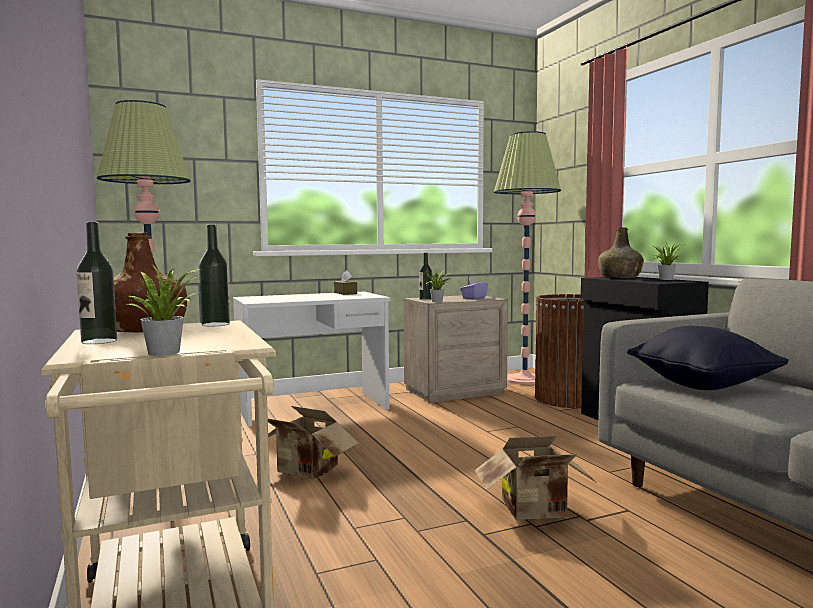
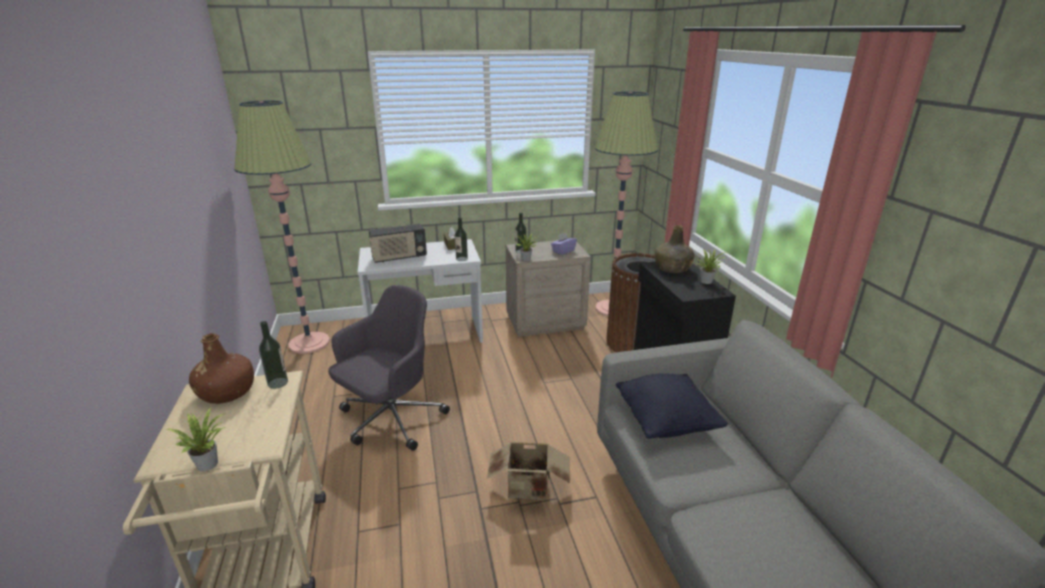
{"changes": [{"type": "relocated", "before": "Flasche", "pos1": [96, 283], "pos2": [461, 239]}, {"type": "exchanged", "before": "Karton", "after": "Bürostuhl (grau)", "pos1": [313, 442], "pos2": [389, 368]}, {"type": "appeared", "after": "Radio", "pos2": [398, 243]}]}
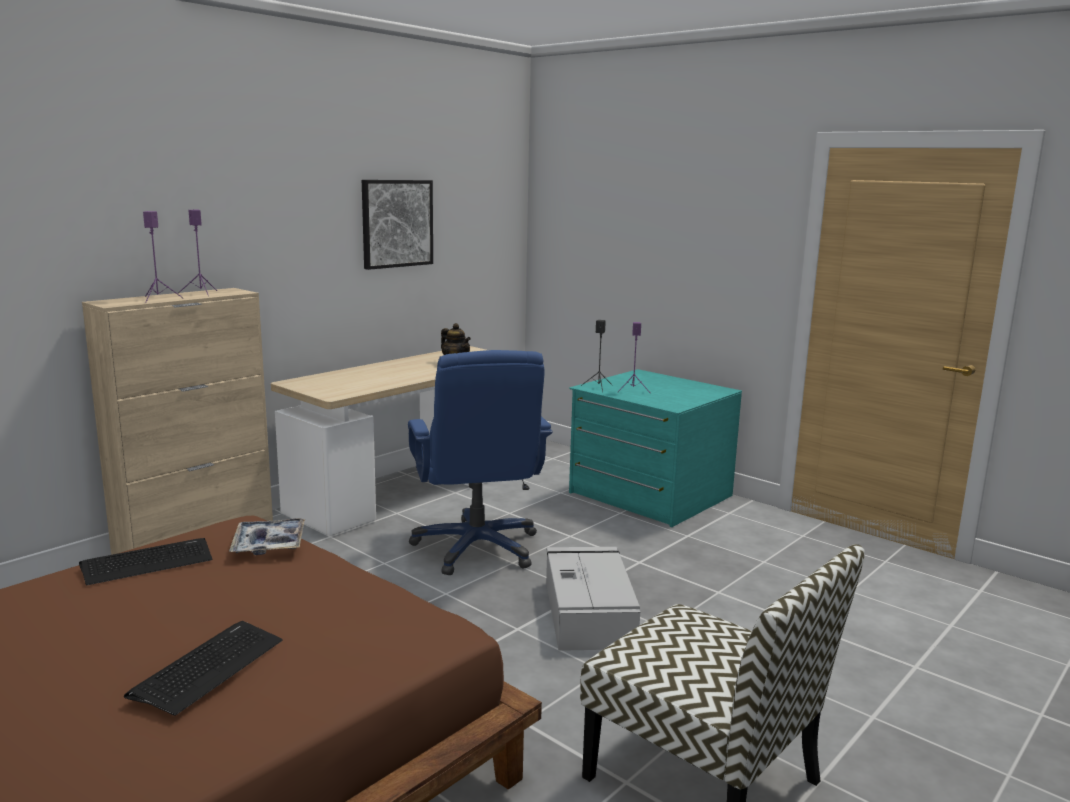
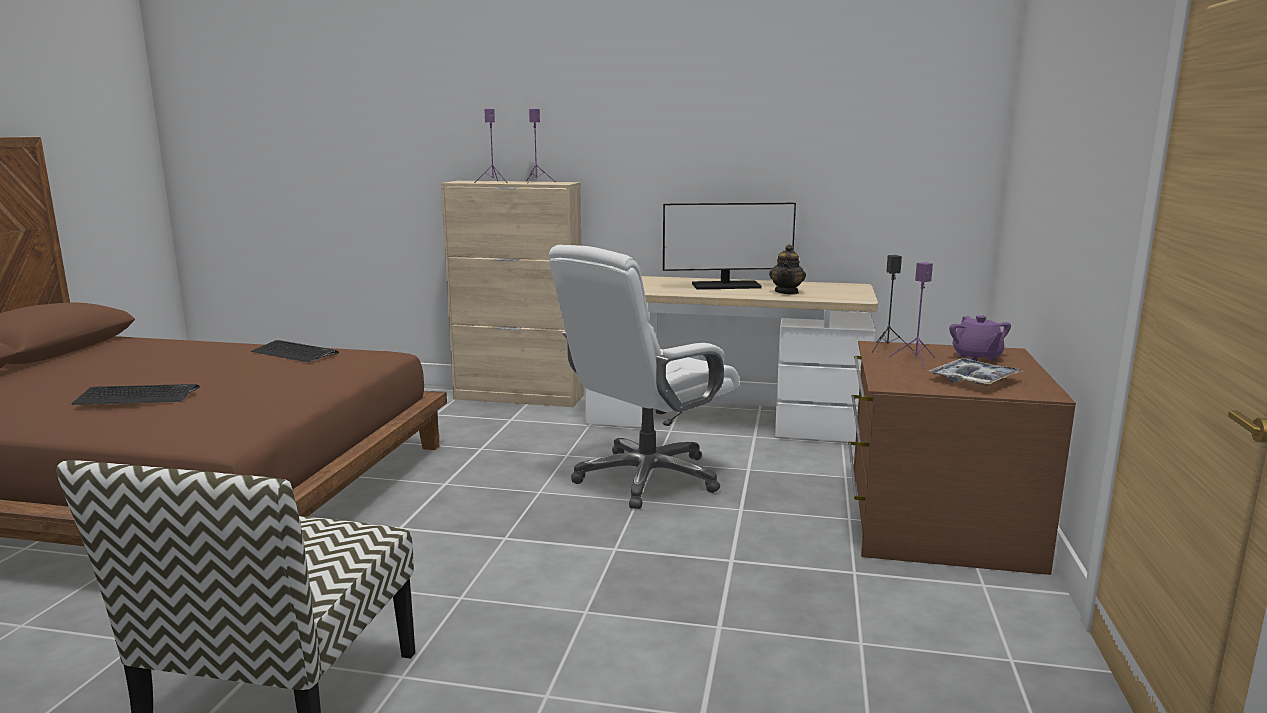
{"changes": [{"type": "relocated", "before": "Tablett", "pos1": [267, 536], "pos2": [975, 372]}, {"type": "missing", "before": "Bild", "pos1": [397, 225]}, {"type": "colour", "before": "Bürostuhl (blau)", "after": "Bürostuhl (weiß)", "pos1": [480, 462], "pos2": [644, 377]}, {"type": "missing", "before": "Aufbewahrungsbox (grau)", "pos1": [593, 599]}, {"type": "colour", "before": "Kommode (türkis)", "after": "Kommode (braun)", "pos1": [655, 448], "pos2": [962, 458]}, {"type": "appeared", "after": "Monitor", "pos2": [729, 246]}, {"type": "appeared", "after": "Teekanne (lila)", "pos2": [980, 338]}]}
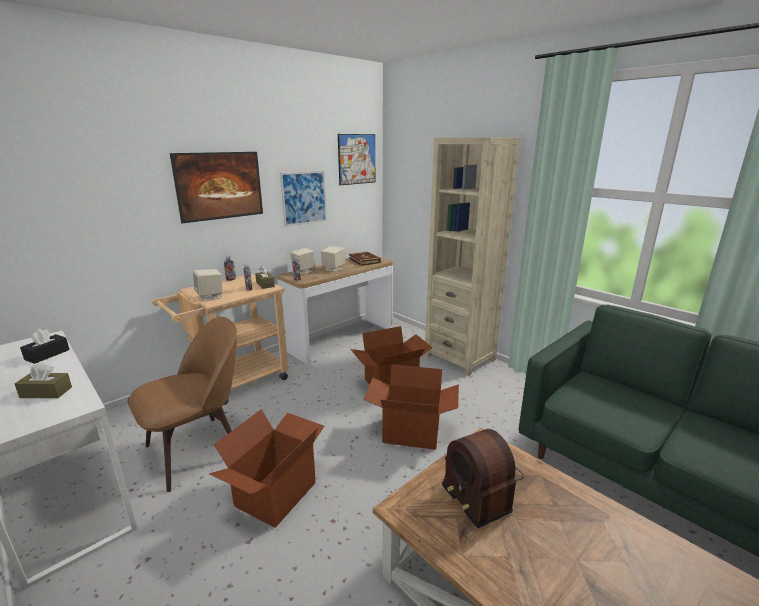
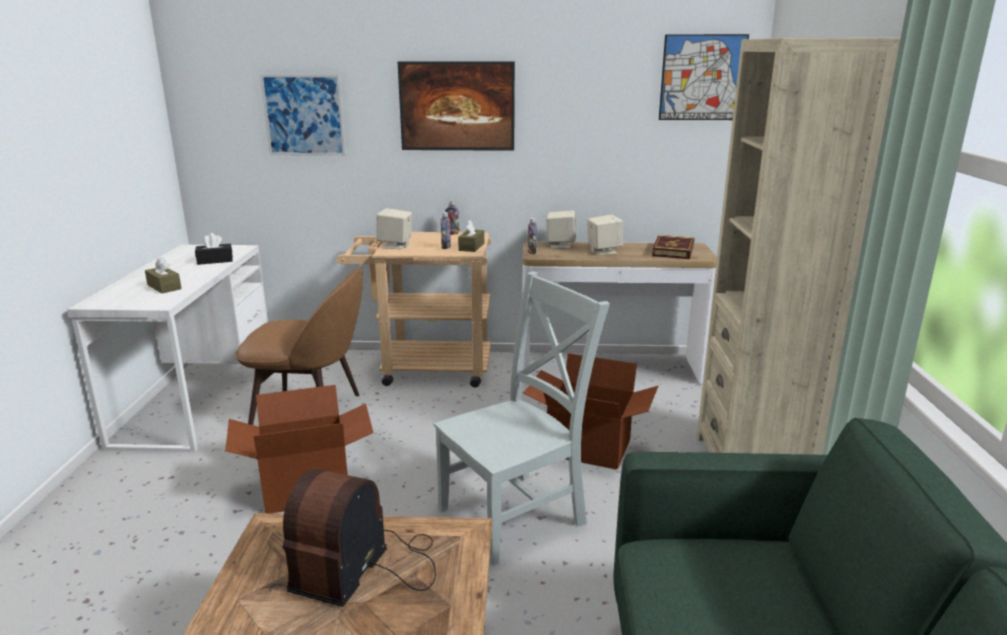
{"changes": [{"type": "relocated", "before": "Bild", "pos1": [303, 199], "pos2": [303, 115]}, {"type": "exchanged", "before": "Karton", "after": "Stuhl (grau)", "pos1": [411, 407], "pos2": [522, 418]}]}
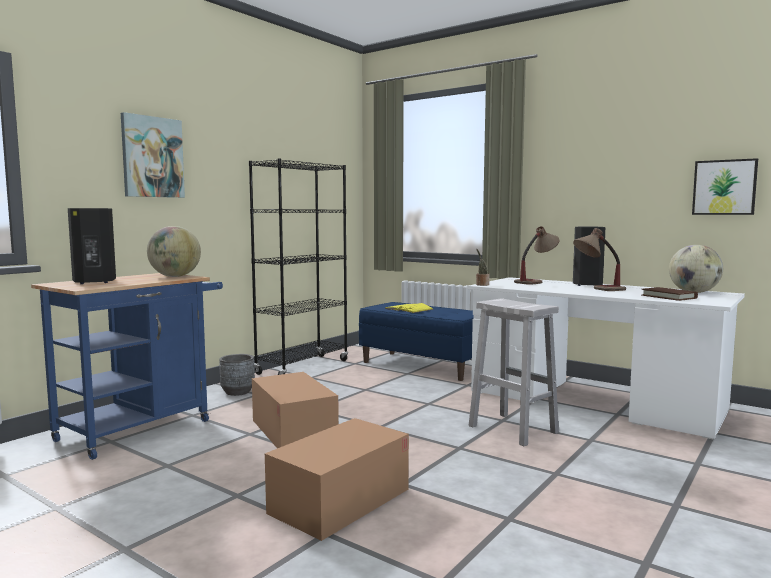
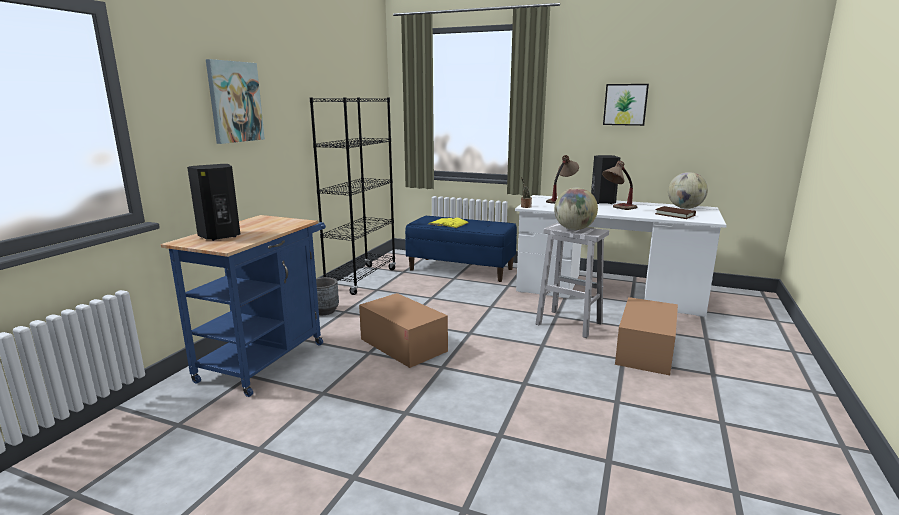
{"changes": [{"type": "relocated", "before": "Globus", "pos1": [174, 251], "pos2": [576, 209]}, {"type": "relocated", "before": "Karton", "pos1": [337, 479], "pos2": [646, 336]}, {"type": "relocated", "before": "Bild", "pos1": [725, 186], "pos2": [626, 105]}]}
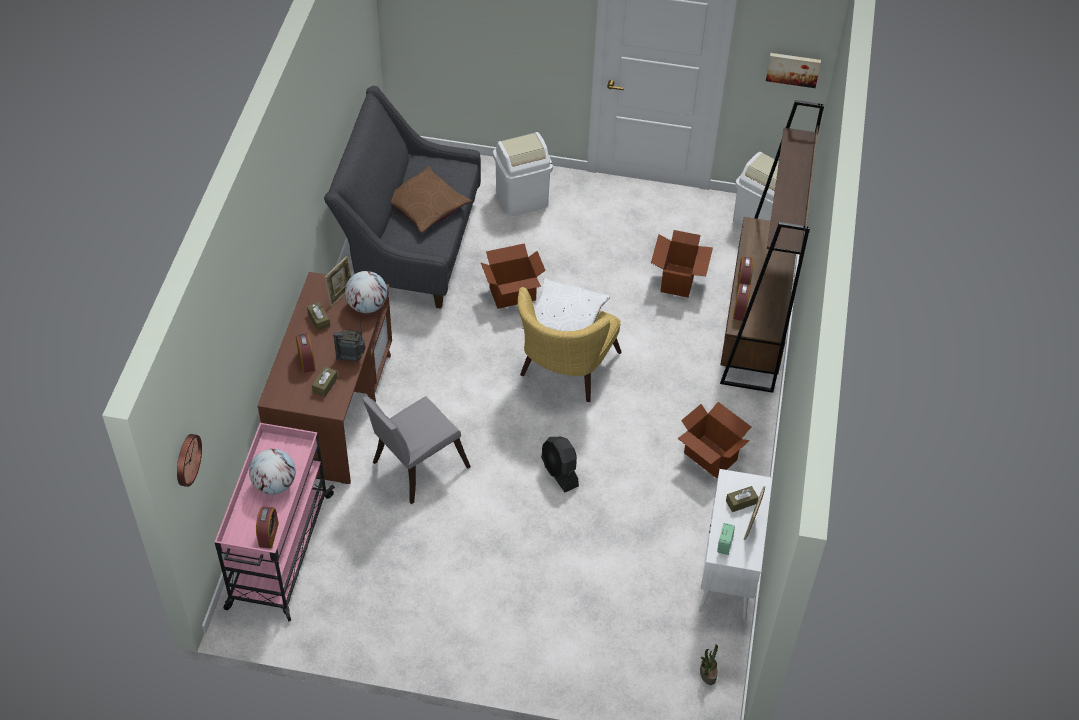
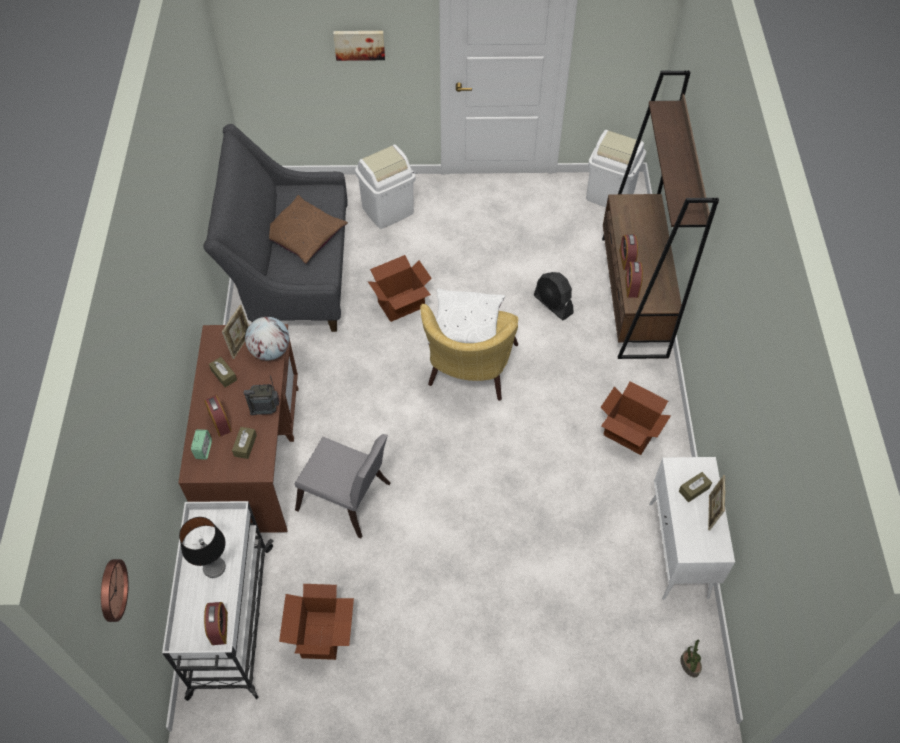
{"changes": [{"type": "colour", "before": "Rollwagen (rosa)", "after": "Rollwagen (weiß)", "pos1": [274, 522], "pos2": [217, 601]}, {"type": "exchanged", "before": "Globus", "after": "Tischlampe", "pos1": [272, 472], "pos2": [202, 547]}, {"type": "spun", "before": "Stuhl (grau)", "pos1": [416, 450], "pos2": [343, 486], "turn": -105}, {"type": "relocated", "before": "Ventilator (schwarz)", "pos1": [560, 464], "pos2": [553, 296]}, {"type": "relocated", "before": "Karton", "pos1": [682, 264], "pos2": [316, 622]}, {"type": "relocated", "before": "Wecker", "pos1": [726, 539], "pos2": [201, 444]}, {"type": "relocated", "before": "Bild", "pos1": [793, 70], "pos2": [359, 46]}]}
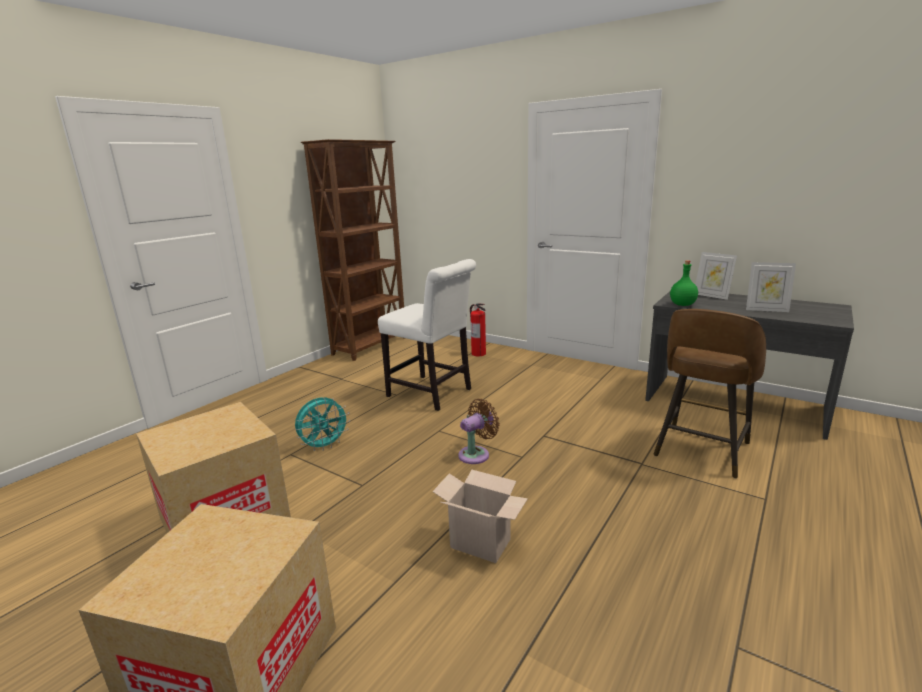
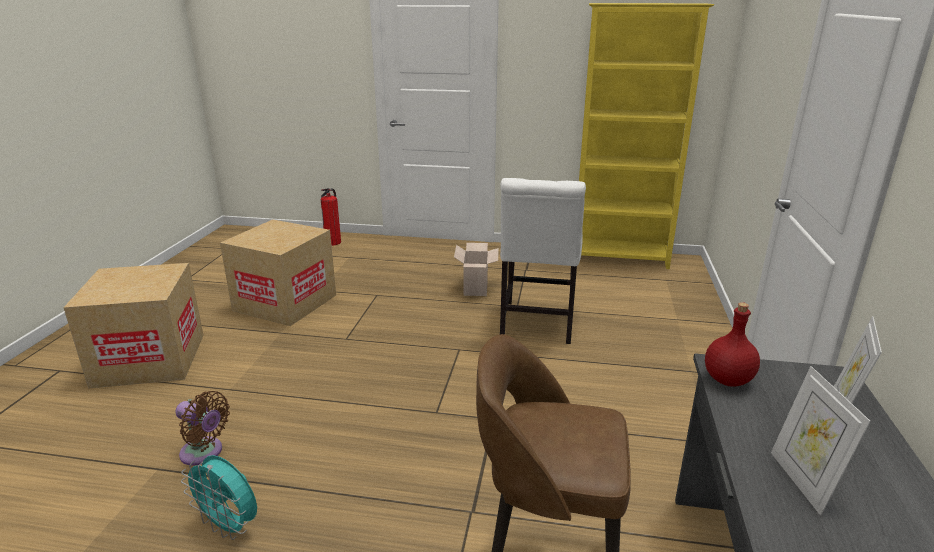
{"changes": [{"type": "relocated", "before": "Ventilator (türkis)", "pos1": [322, 424], "pos2": [219, 497]}, {"type": "colour", "before": "Bücherregal (braun)", "after": "Bücherregal (gelb)", "pos1": [353, 250], "pos2": [646, 136]}, {"type": "relocated", "before": "Karton", "pos1": [480, 516], "pos2": [476, 269]}, {"type": "relocated", "before": "Ventilator (braun)", "pos1": [479, 431], "pos2": [203, 428]}, {"type": "relocated", "before": "Feuerlöscher", "pos1": [478, 329], "pos2": [331, 217]}, {"type": "colour", "before": "Flasche (grün)", "after": "Flasche (rot)", "pos1": [684, 283], "pos2": [732, 344]}]}
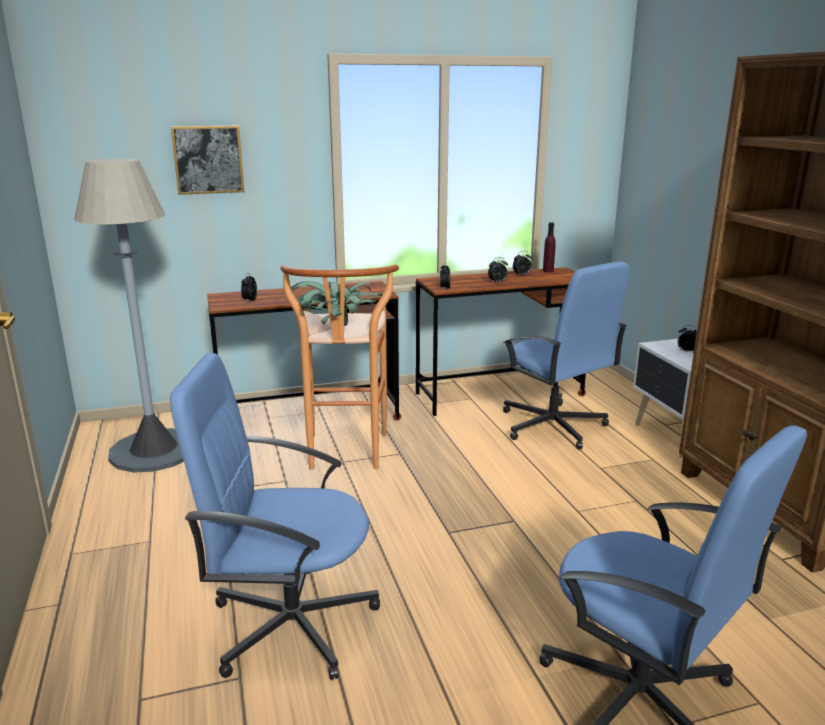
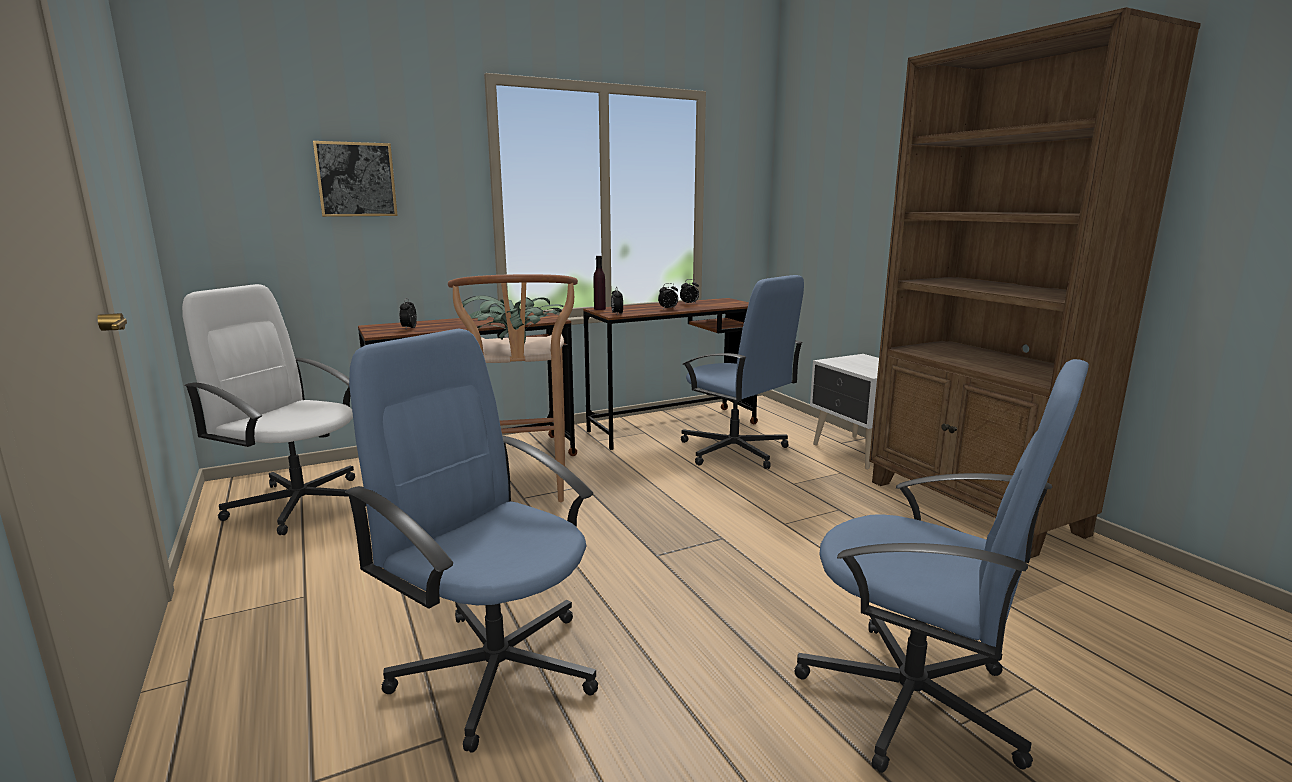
{"changes": [{"type": "exchanged", "before": "Stehlampe (grau)", "after": "Bürostuhl (weiß)", "pos1": [129, 316], "pos2": [274, 409]}, {"type": "spun", "before": "Bürostuhl (blau)", "pos1": [275, 516], "pos2": [471, 541], "turn": 45}, {"type": "relocated", "before": "Flasche (lila)", "pos1": [549, 247], "pos2": [599, 283]}, {"type": "missing", "before": "Wecker", "pos1": [687, 339]}]}
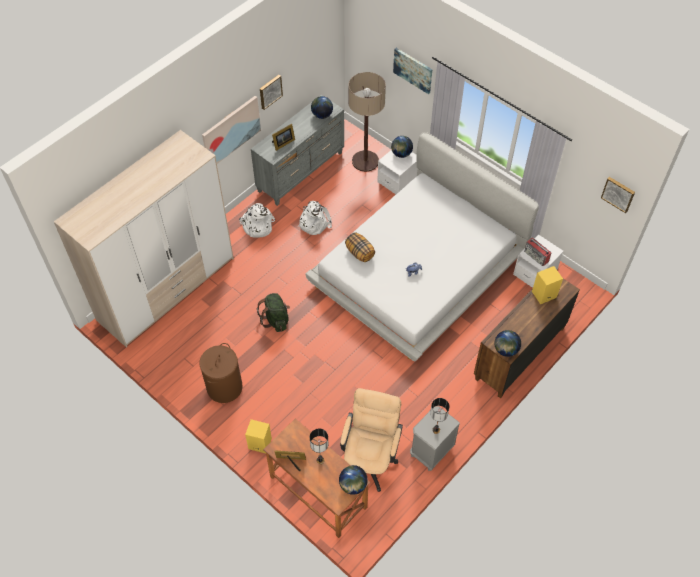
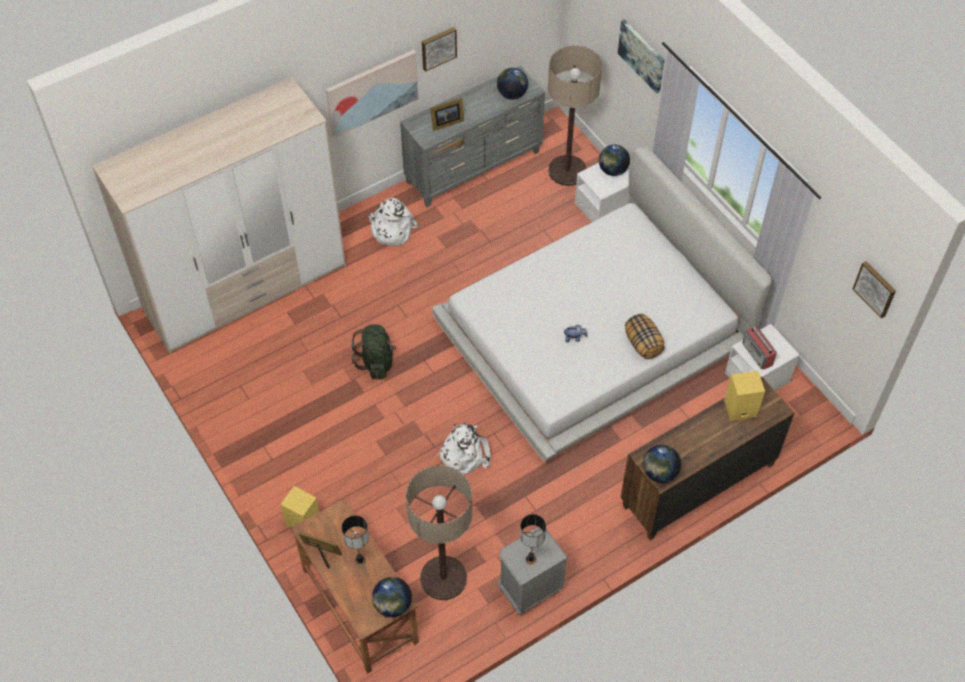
{"changes": [{"type": "missing", "before": "Wäschekorb (braun)", "pos1": [221, 373]}, {"type": "relocated", "before": "Rucksack (weiß)", "pos1": [315, 218], "pos2": [464, 449]}, {"type": "exchanged", "before": "Bürostuhl (beige)", "after": "Stehlampe", "pos1": [371, 440], "pos2": [439, 533]}, {"type": "relocated", "before": "Kissen", "pos1": [360, 247], "pos2": [645, 336]}]}
